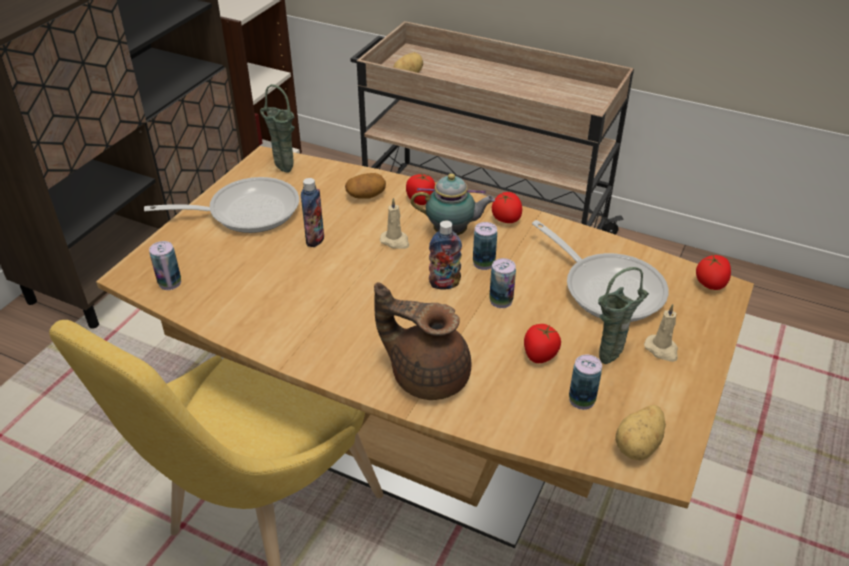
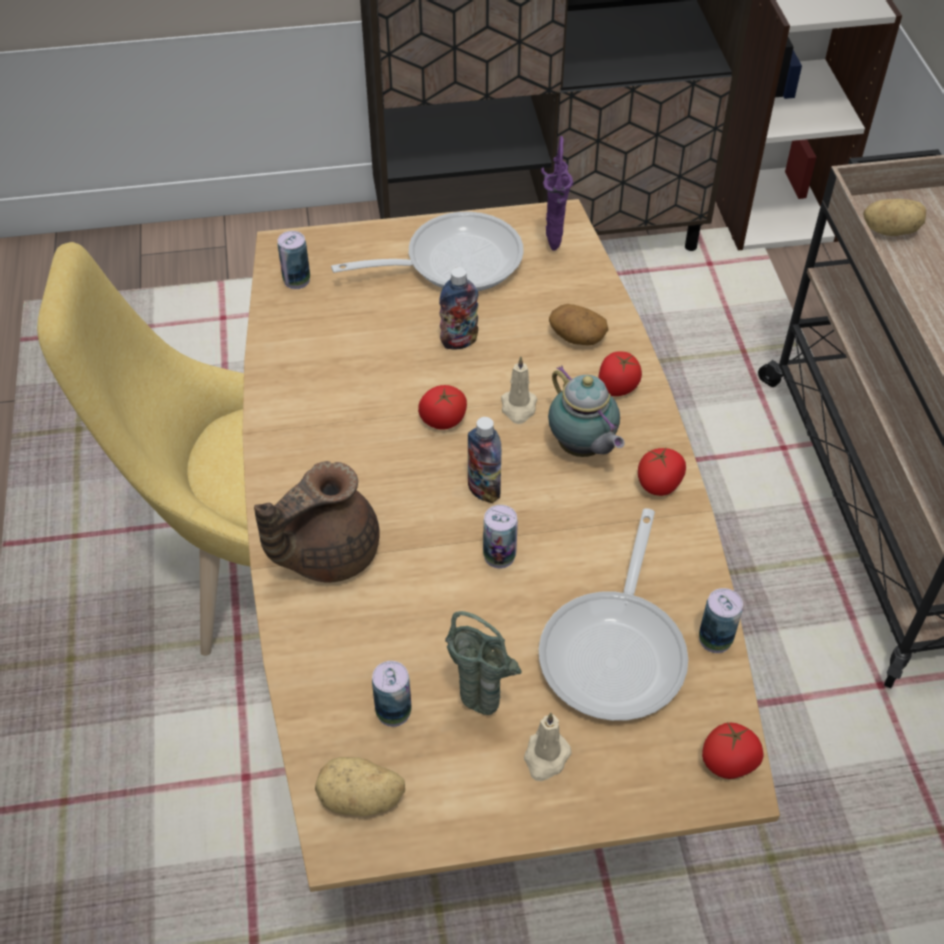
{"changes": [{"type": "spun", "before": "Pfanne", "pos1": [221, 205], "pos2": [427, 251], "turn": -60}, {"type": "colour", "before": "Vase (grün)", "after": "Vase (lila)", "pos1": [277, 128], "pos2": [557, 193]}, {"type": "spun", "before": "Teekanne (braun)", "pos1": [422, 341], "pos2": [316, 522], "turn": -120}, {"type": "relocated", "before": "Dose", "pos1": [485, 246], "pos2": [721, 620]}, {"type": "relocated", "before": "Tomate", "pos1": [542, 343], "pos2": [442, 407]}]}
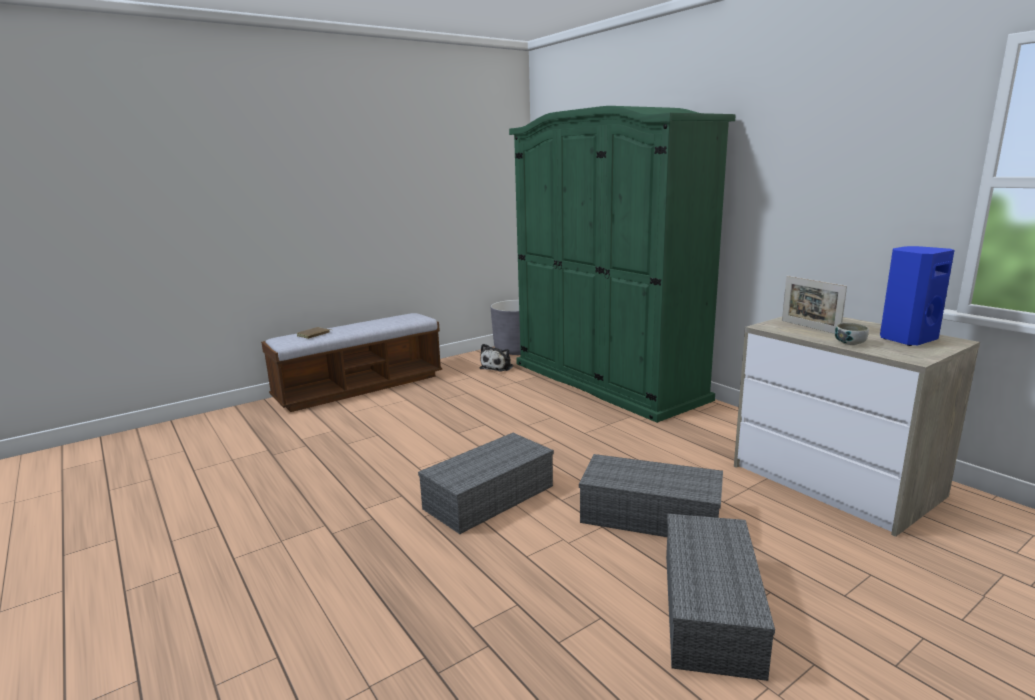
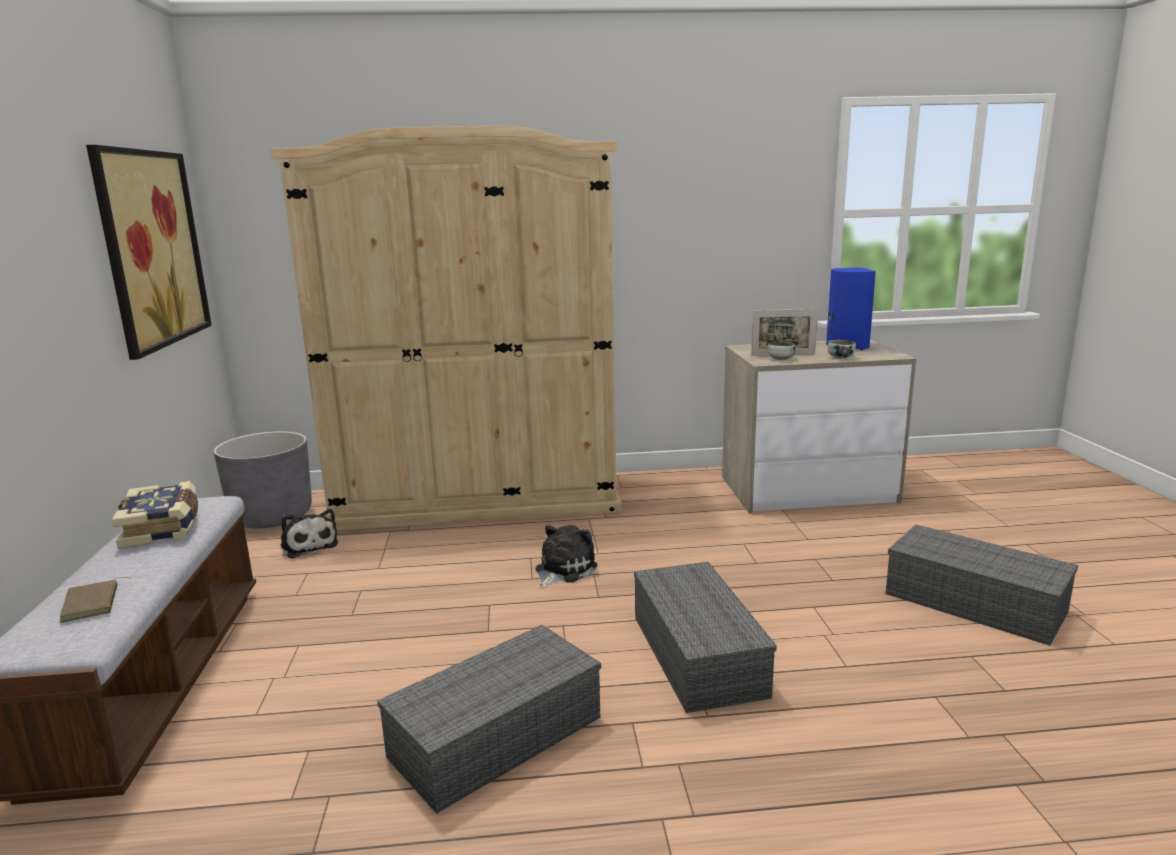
{"changes": [{"type": "colour", "before": "Kleiderschrank (grün)", "after": "Kleiderschrank (beige)", "pos1": [622, 264], "pos2": [446, 328]}, {"type": "relocated", "before": "Aufbewahrungsbox (grau)", "pos1": [651, 495], "pos2": [489, 719]}, {"type": "appeared", "after": "Bild", "pos2": [149, 252]}, {"type": "appeared", "after": "Buch", "pos2": [154, 514]}, {"type": "appeared", "after": "Plüschtier", "pos2": [566, 557]}, {"type": "appeared", "after": "Schüssel", "pos2": [781, 351]}]}
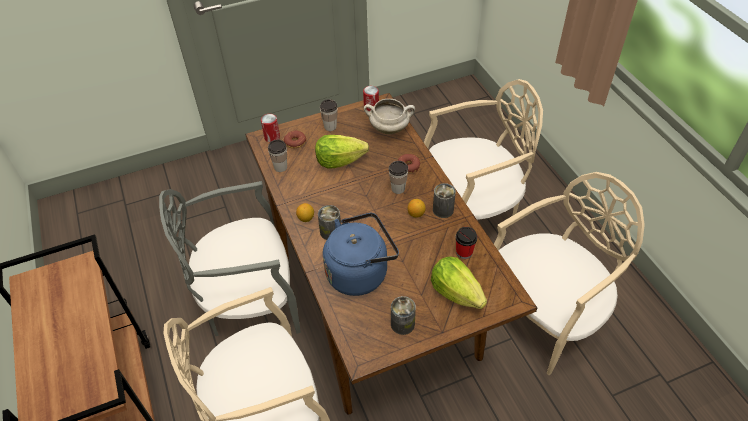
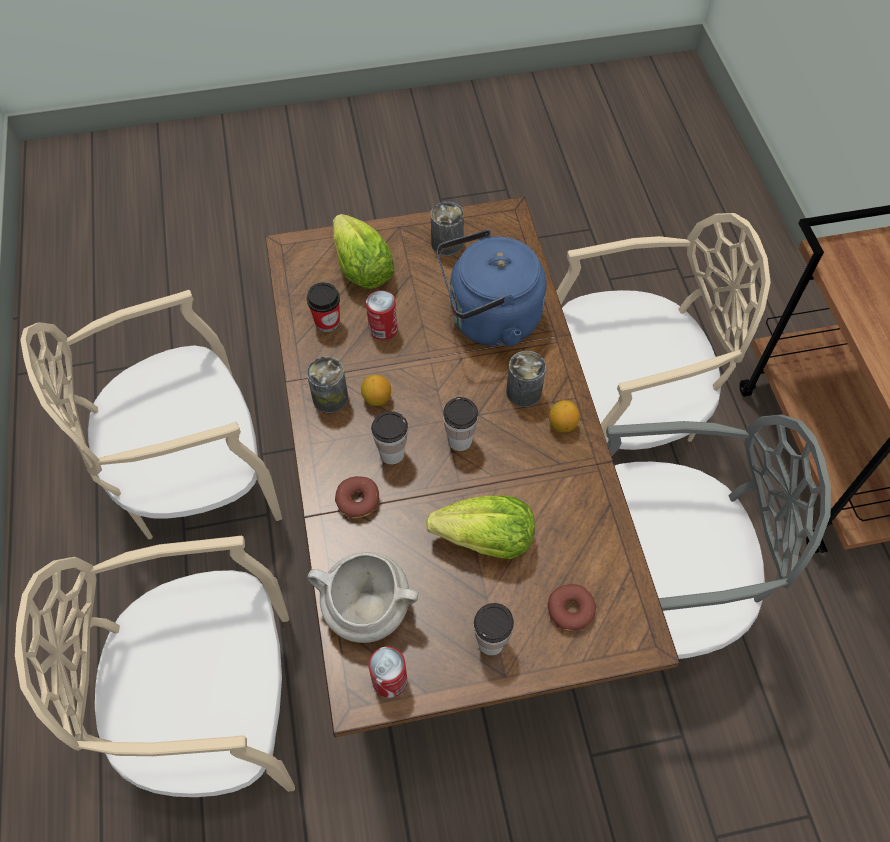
{"changes": [{"type": "relocated", "before": "Dose", "pos1": [270, 128], "pos2": [381, 315]}, {"type": "relocated", "before": "Tasse", "pos1": [277, 155], "pos2": [460, 424]}]}
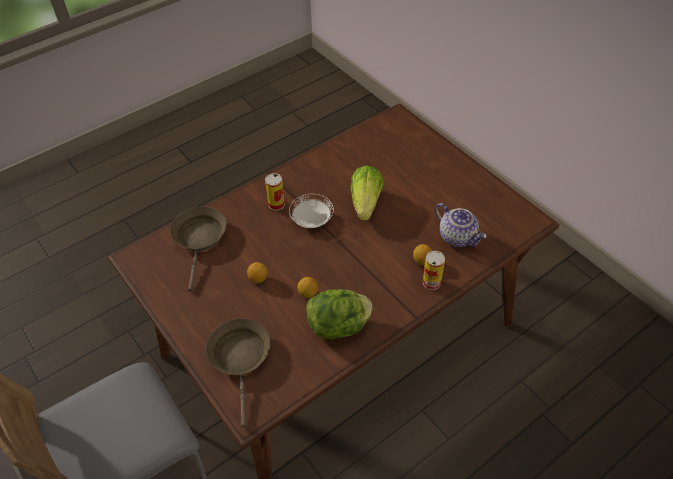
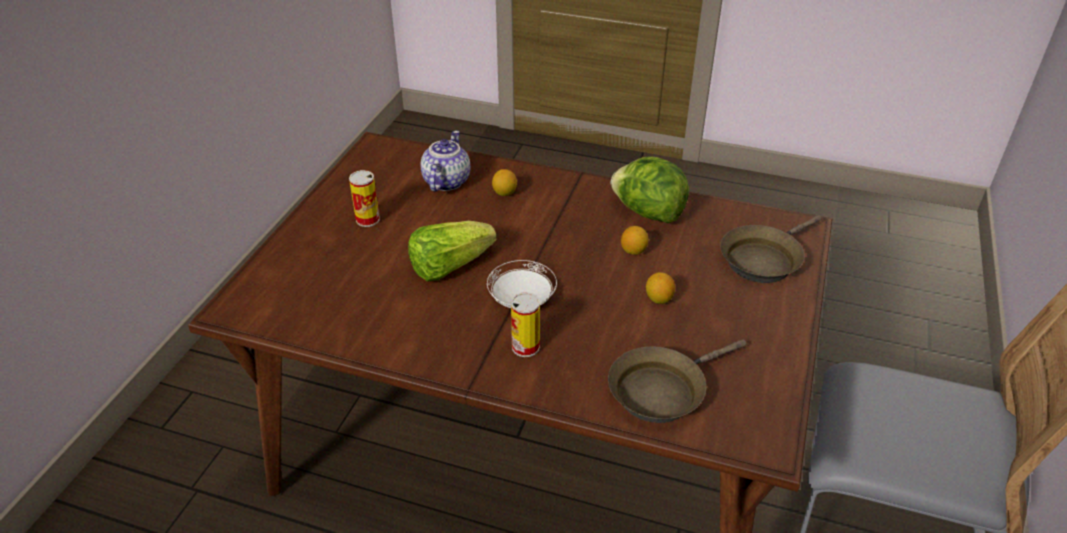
{"changes": [{"type": "relocated", "before": "Dose", "pos1": [434, 270], "pos2": [364, 198]}]}
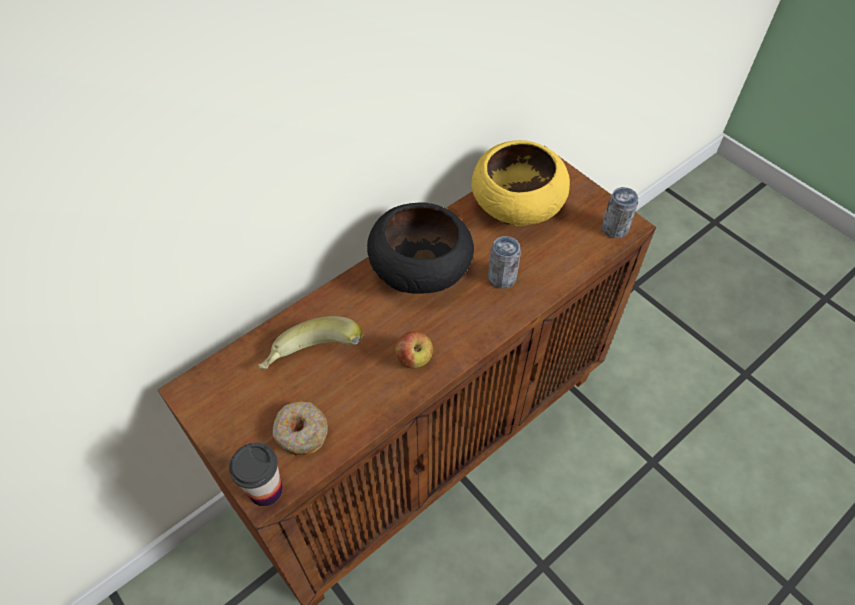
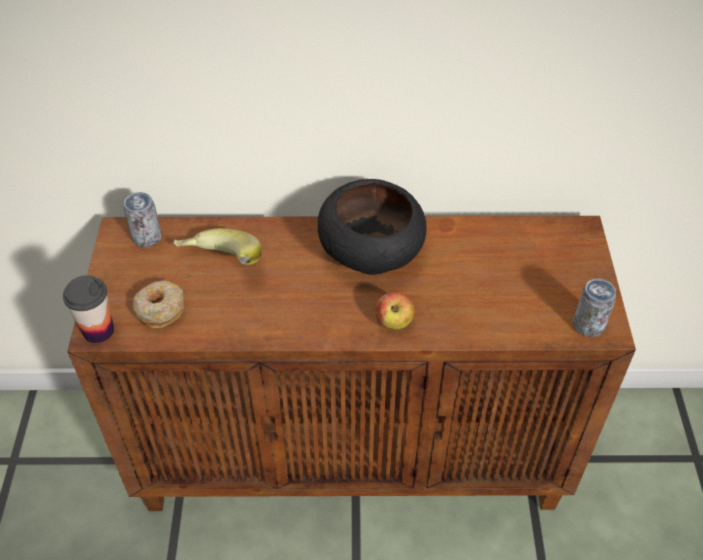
{"changes": [{"type": "relocated", "before": "Apfel", "pos1": [414, 349], "pos2": [395, 311]}, {"type": "missing", "before": "Schüssel (gelb)", "pos1": [520, 183]}, {"type": "relocated", "before": "Dose", "pos1": [504, 262], "pos2": [143, 220]}]}
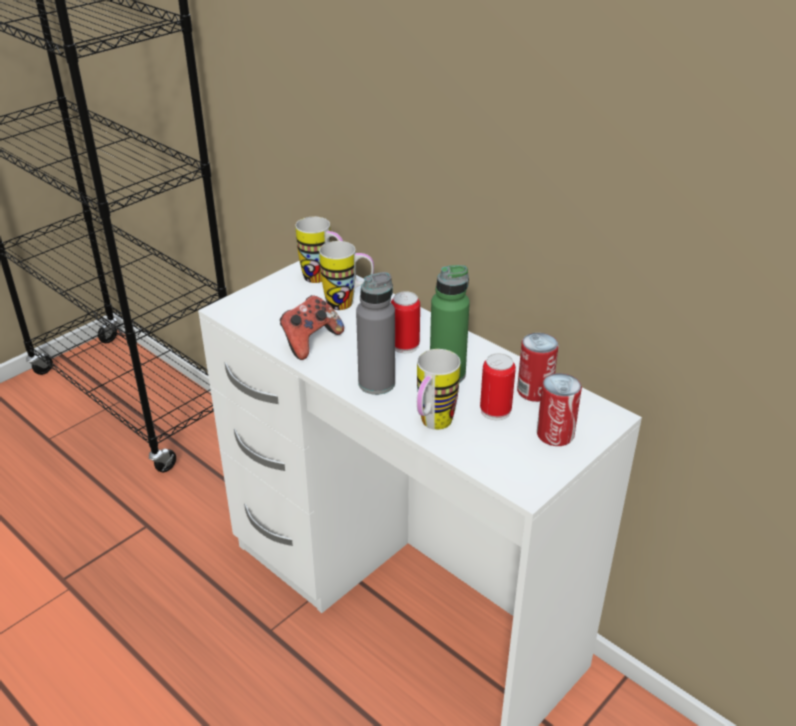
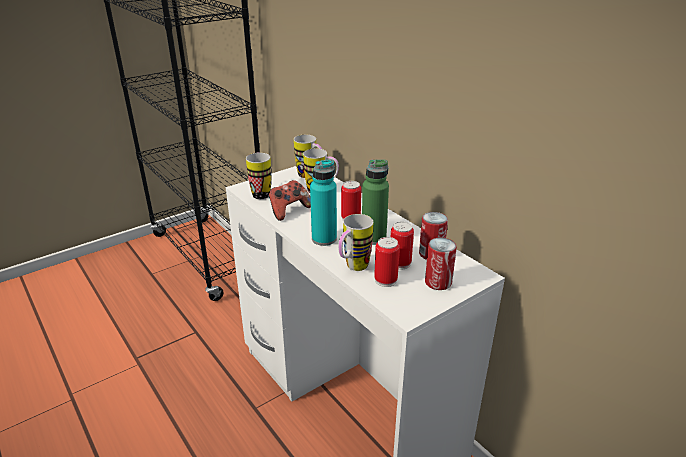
{"changes": [{"type": "colour", "before": "Flasche (grau)", "after": "Flasche (türkis)", "pos1": [375, 333], "pos2": [323, 203]}, {"type": "appeared", "after": "Henkelbecher", "pos2": [258, 175]}, {"type": "appeared", "after": "Dose", "pos2": [387, 262]}]}
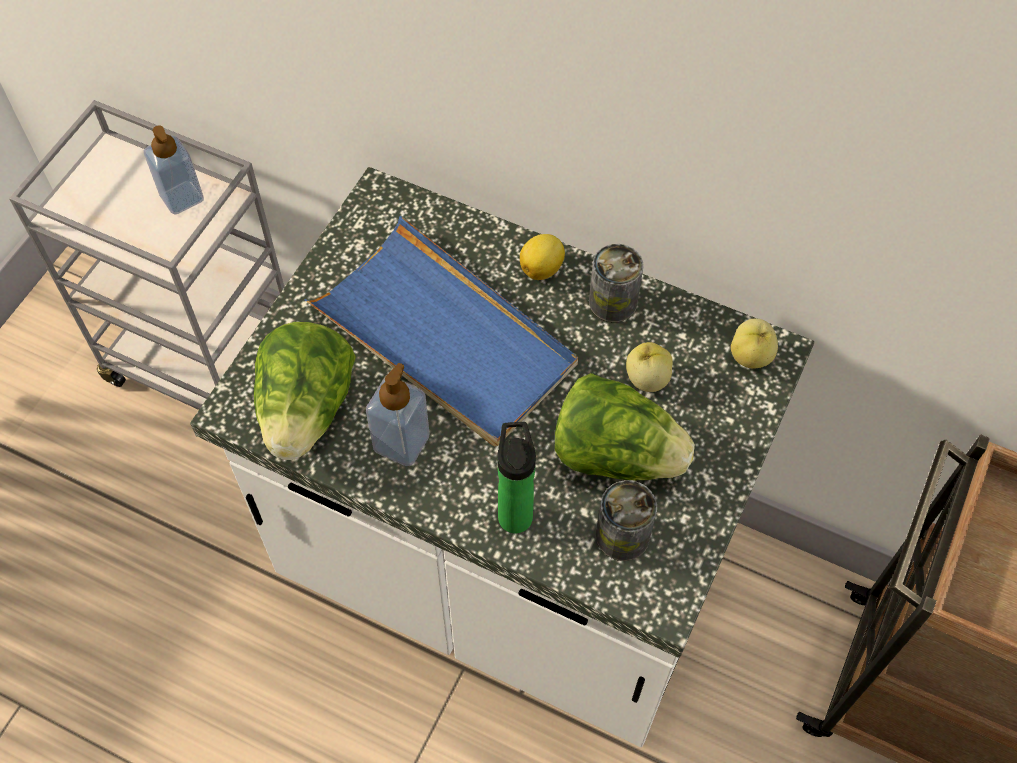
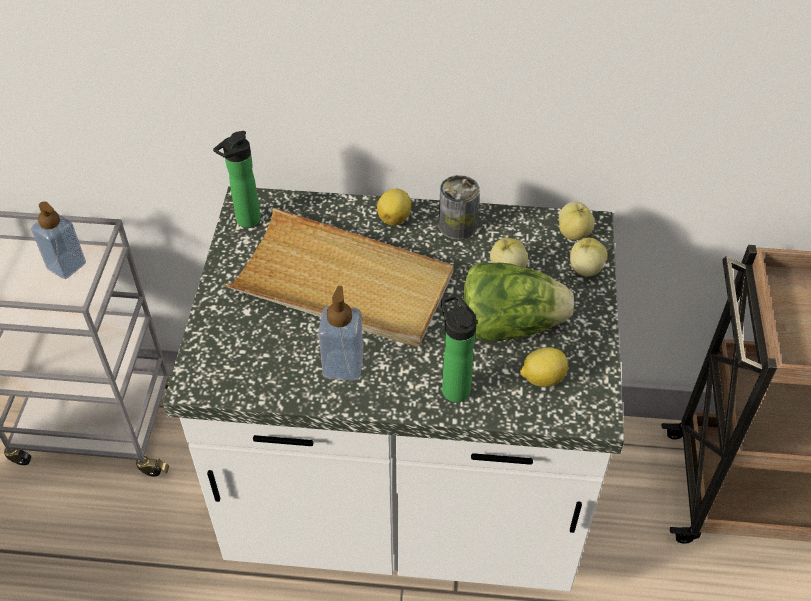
{"changes": [{"type": "missing", "before": "Salatkopf", "pos1": [305, 391]}, {"type": "colour", "before": "Tablett (blau)", "after": "Tablett (beige)", "pos1": [441, 331], "pos2": [338, 277]}, {"type": "exchanged", "before": "Dose", "after": "Zitrone", "pos1": [626, 520], "pos2": [544, 367]}, {"type": "appeared", "after": "Flasche", "pos2": [237, 179]}, {"type": "appeared", "after": "Apfel", "pos2": [589, 257]}]}
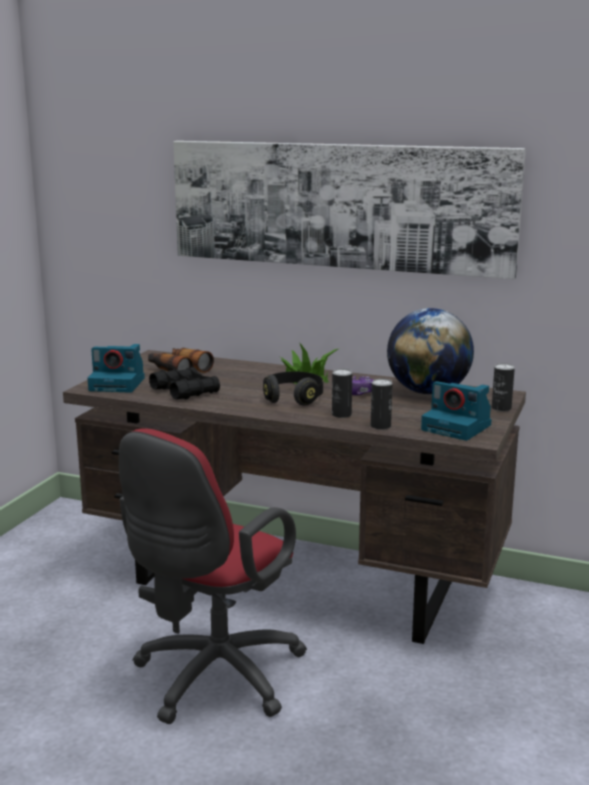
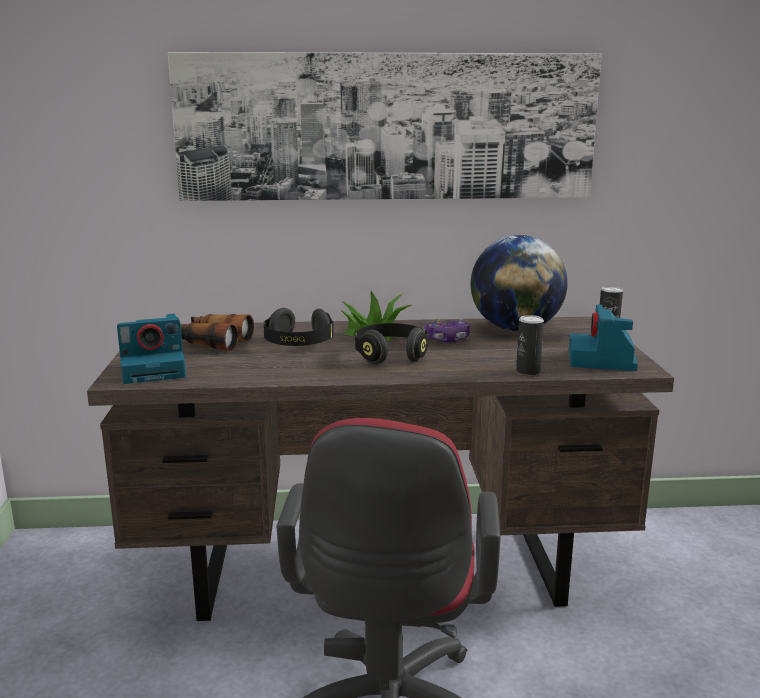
{"changes": [{"type": "missing", "before": "Fernglas (schwarz)", "pos1": [184, 383]}, {"type": "missing", "before": "Dose", "pos1": [342, 393]}, {"type": "spun", "before": "Kamera", "pos1": [456, 411], "pos2": [603, 337], "turn": 90}, {"type": "appeared", "after": "Kopfhörer (schwarz)", "pos2": [298, 327]}]}
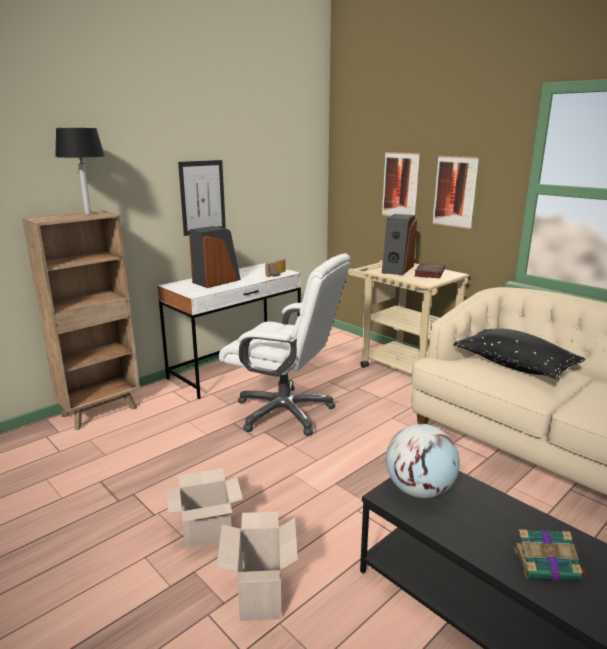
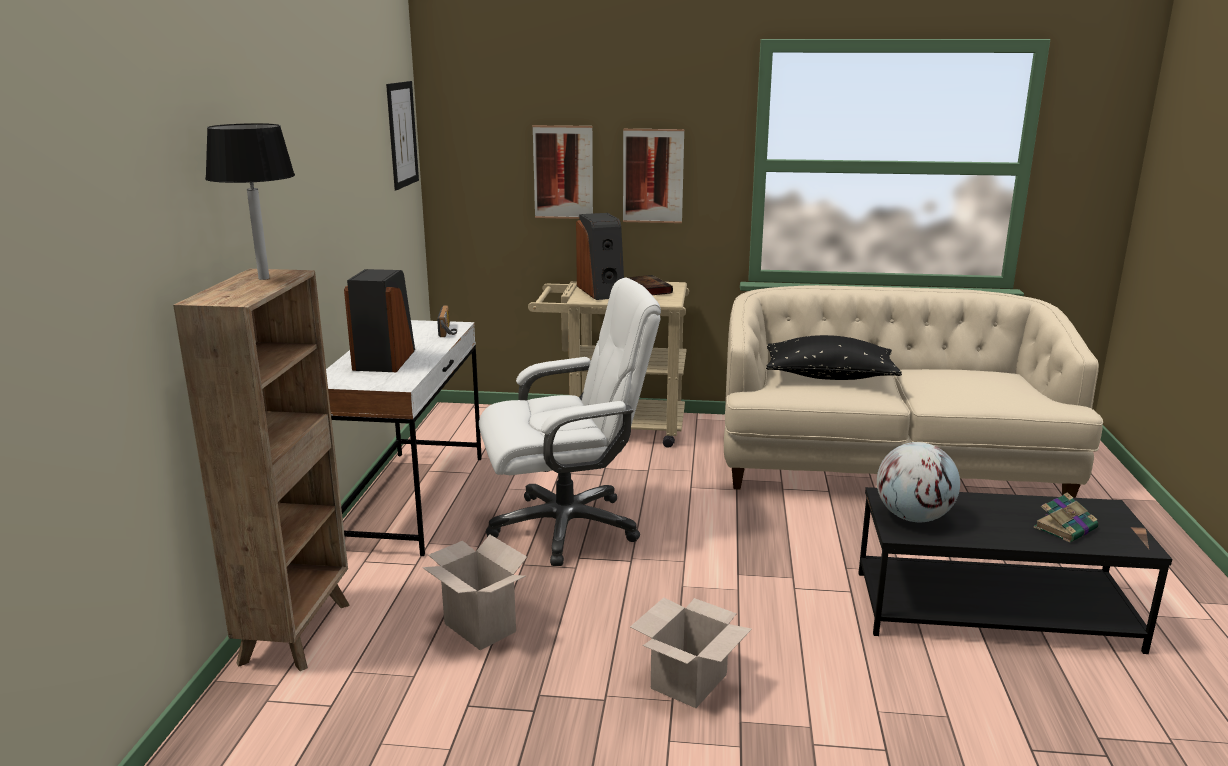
{"changes": [{"type": "relocated", "before": "Bild", "pos1": [202, 198], "pos2": [402, 135]}, {"type": "relocated", "before": "Karton", "pos1": [257, 566], "pos2": [474, 592]}]}
